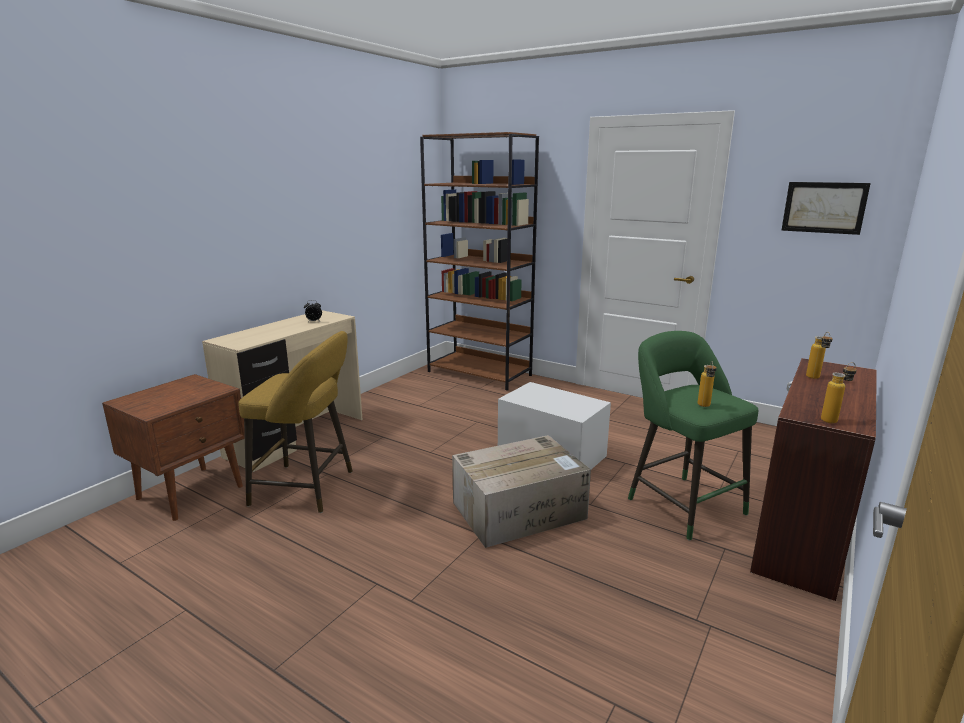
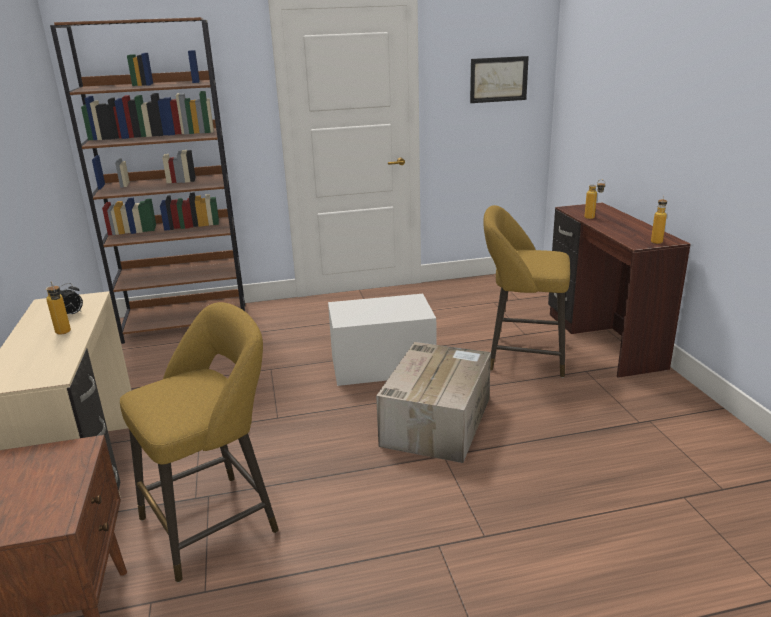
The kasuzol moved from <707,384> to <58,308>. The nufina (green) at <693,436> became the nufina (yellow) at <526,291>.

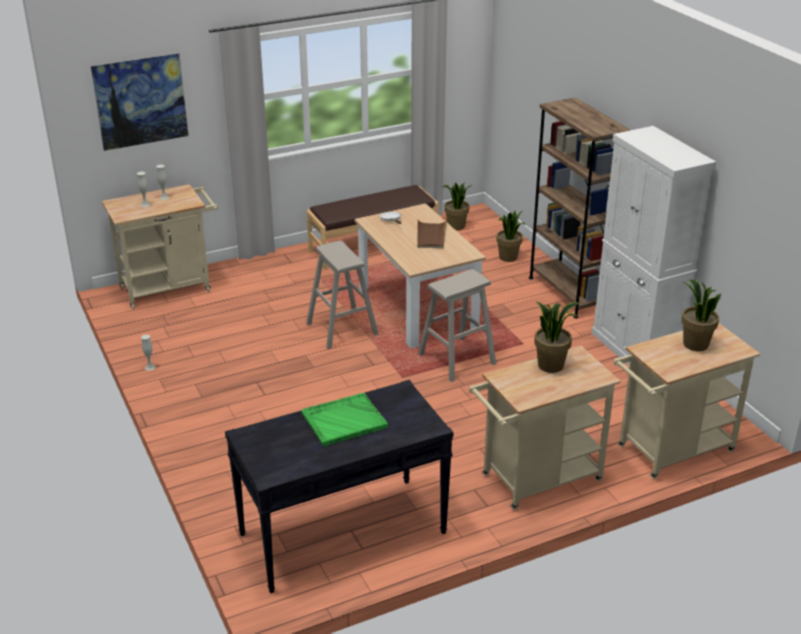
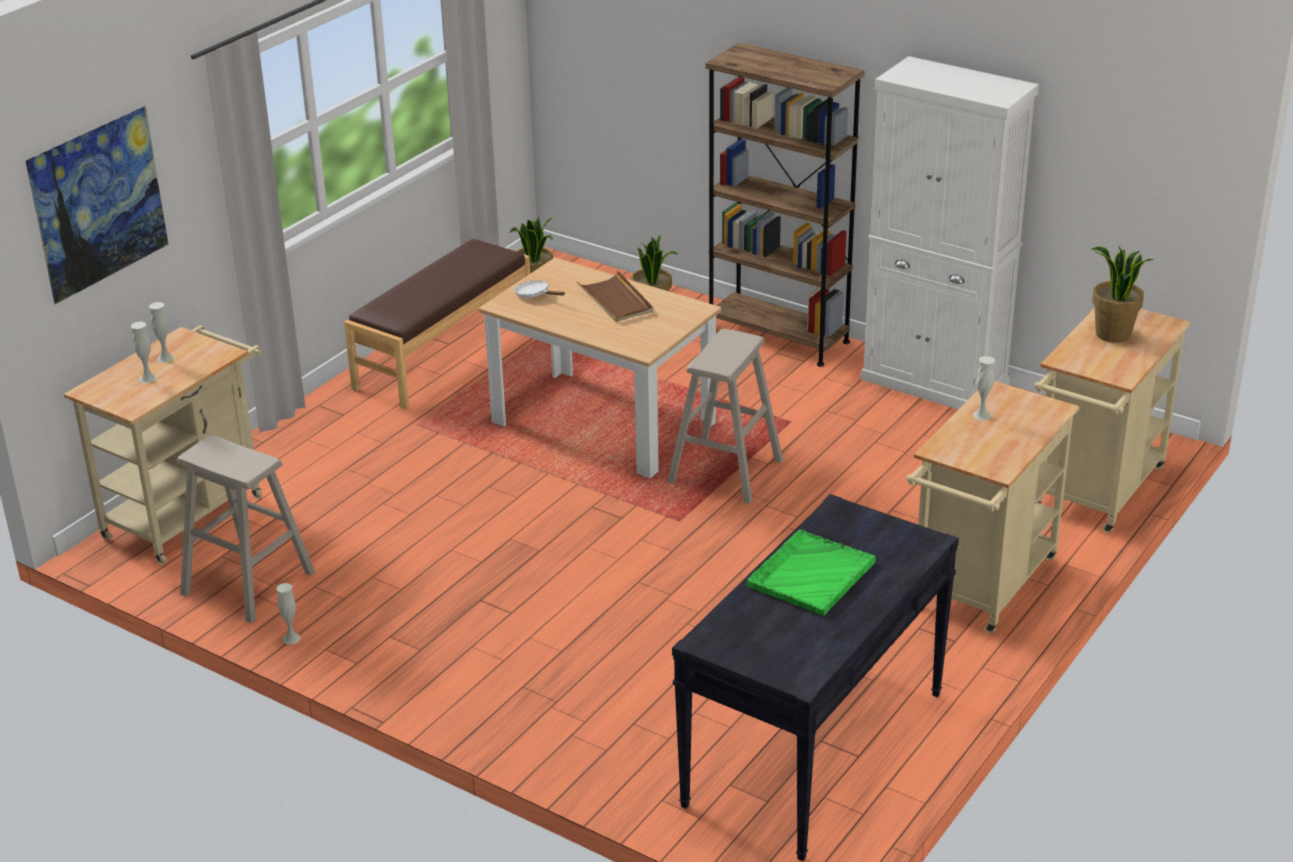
The nufina (beige) moved from <342,295> to <246,529>. The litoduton at <556,337> was replaced by the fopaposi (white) at <984,388>.

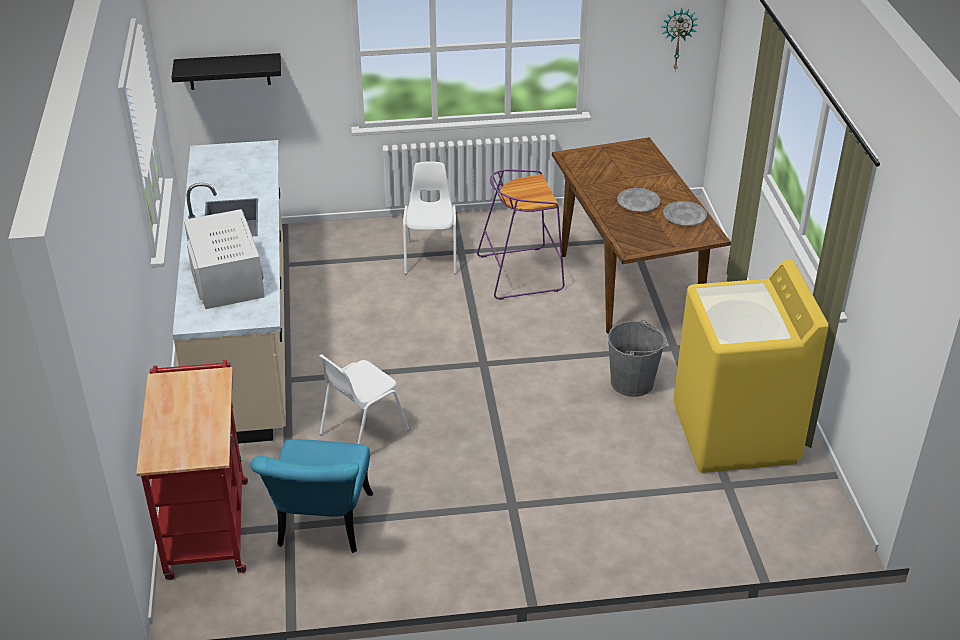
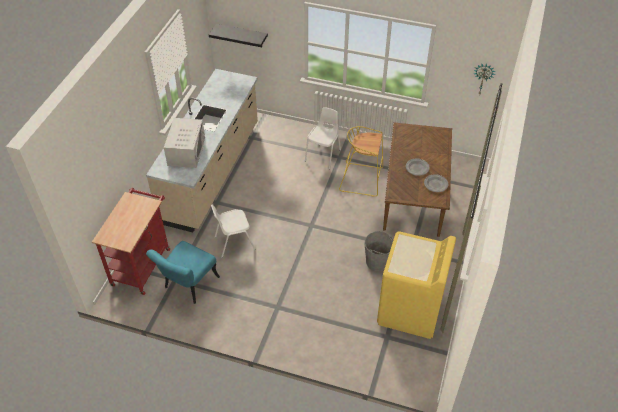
The nufina (purple) at <520,234> became the nufina (yellow) at <361,161>.

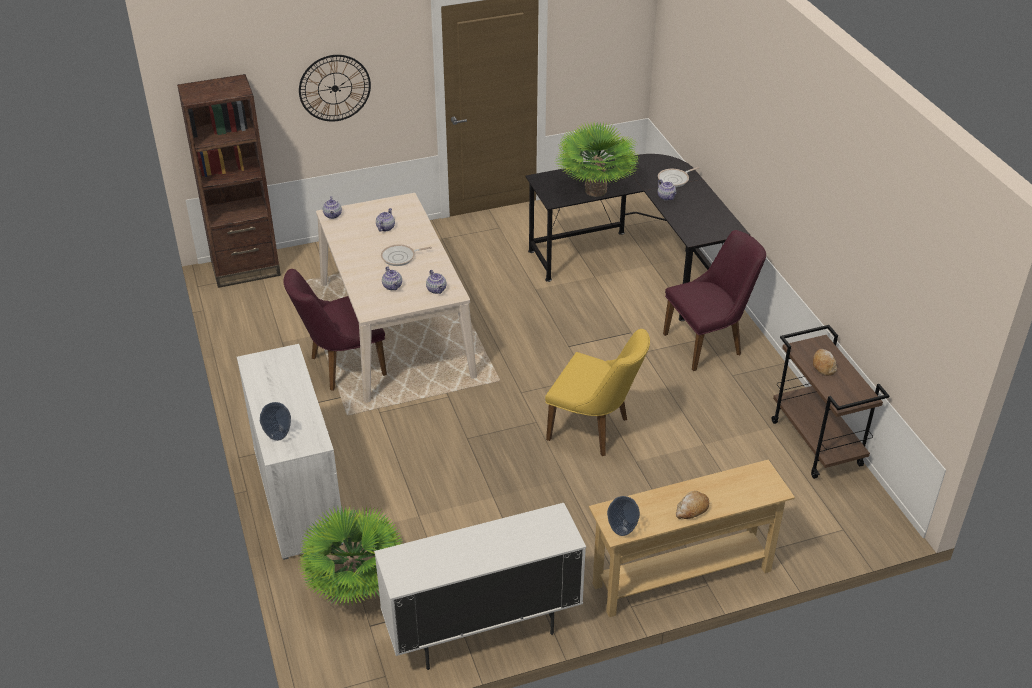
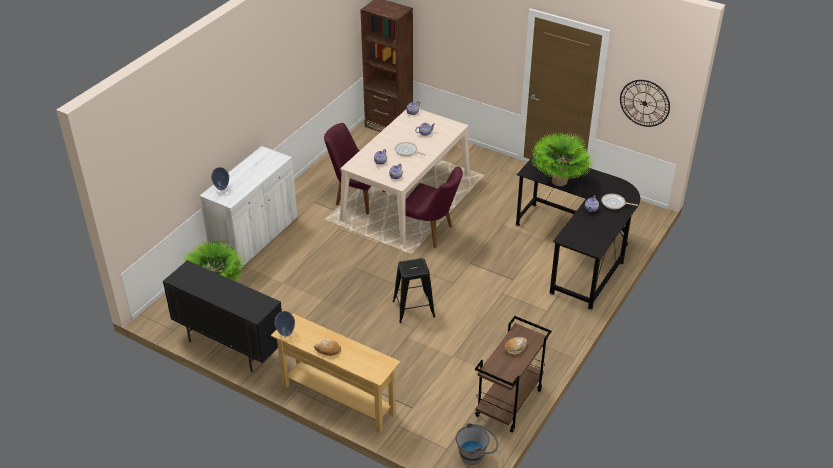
The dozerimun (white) at <480,586> became the dozerimun (black) at <222,316>. The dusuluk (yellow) at <597,392> was replaced by the nufina (black) at <413,290>. The dusuluk (purple) moved from <714,300> to <434,207>. The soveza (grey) at <477,444> appeared. The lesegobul moved from <335,88> to <645,103>.

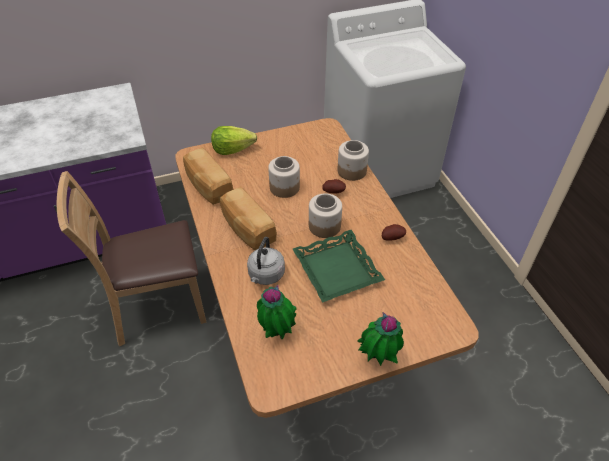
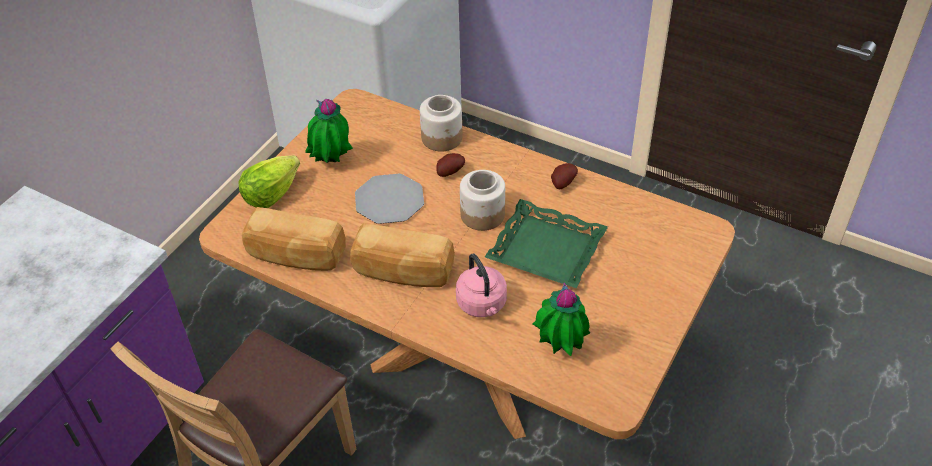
The litoduton moved from <381,339> to <329,131>. The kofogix at <284,177> was replaced by the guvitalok at <389,199>. The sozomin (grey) at <266,261> became the sozomin (pink) at <481,285>.

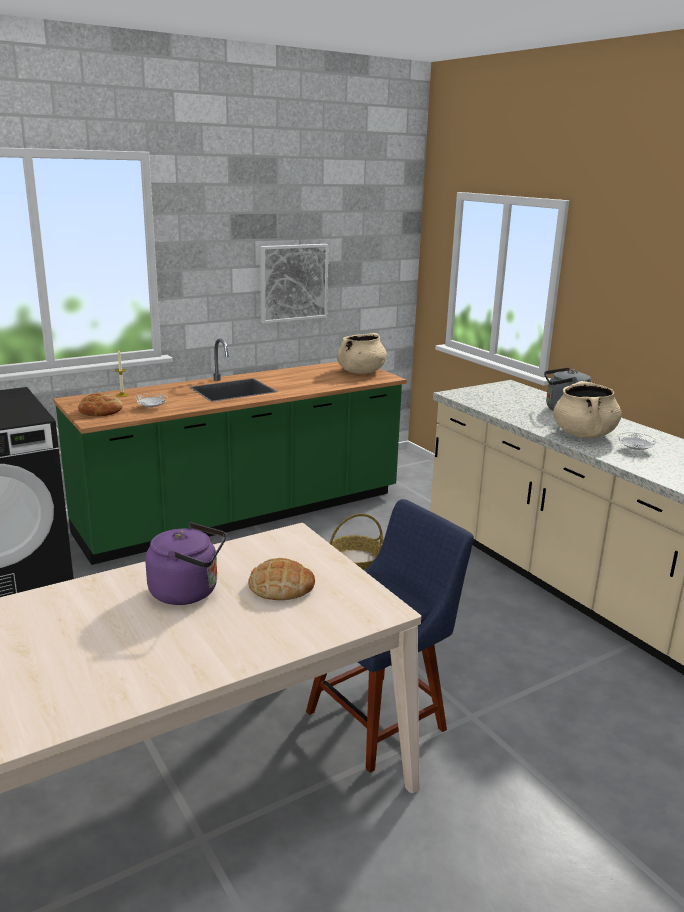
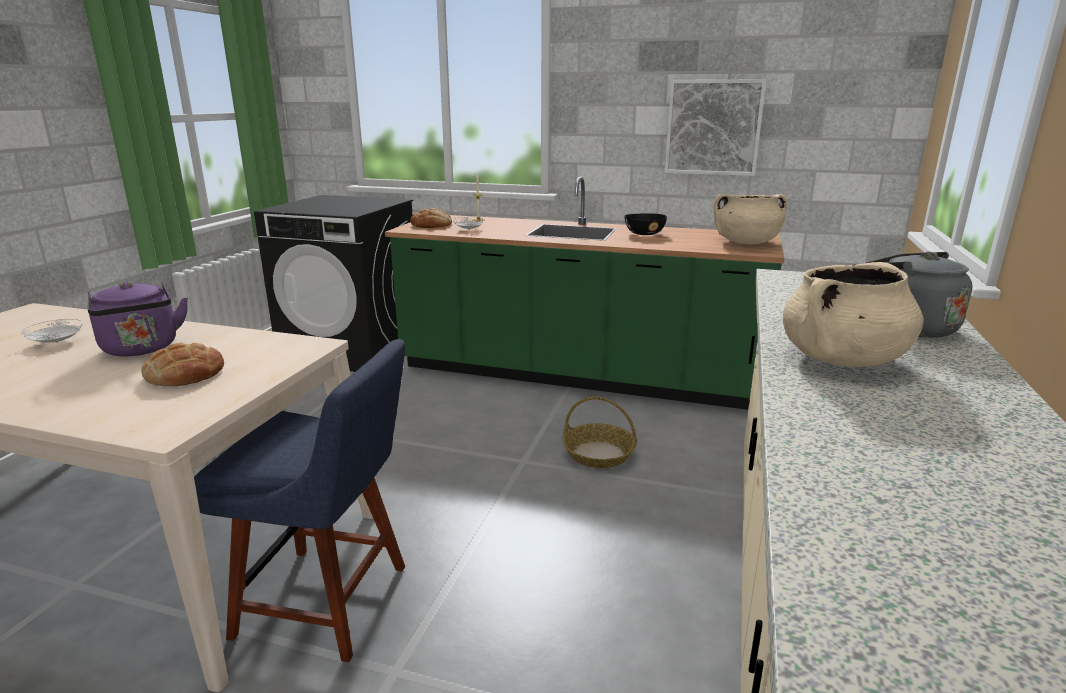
The guvitalok (white) moved from <637,441> to <52,331>. The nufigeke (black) at <645,224> appeared.

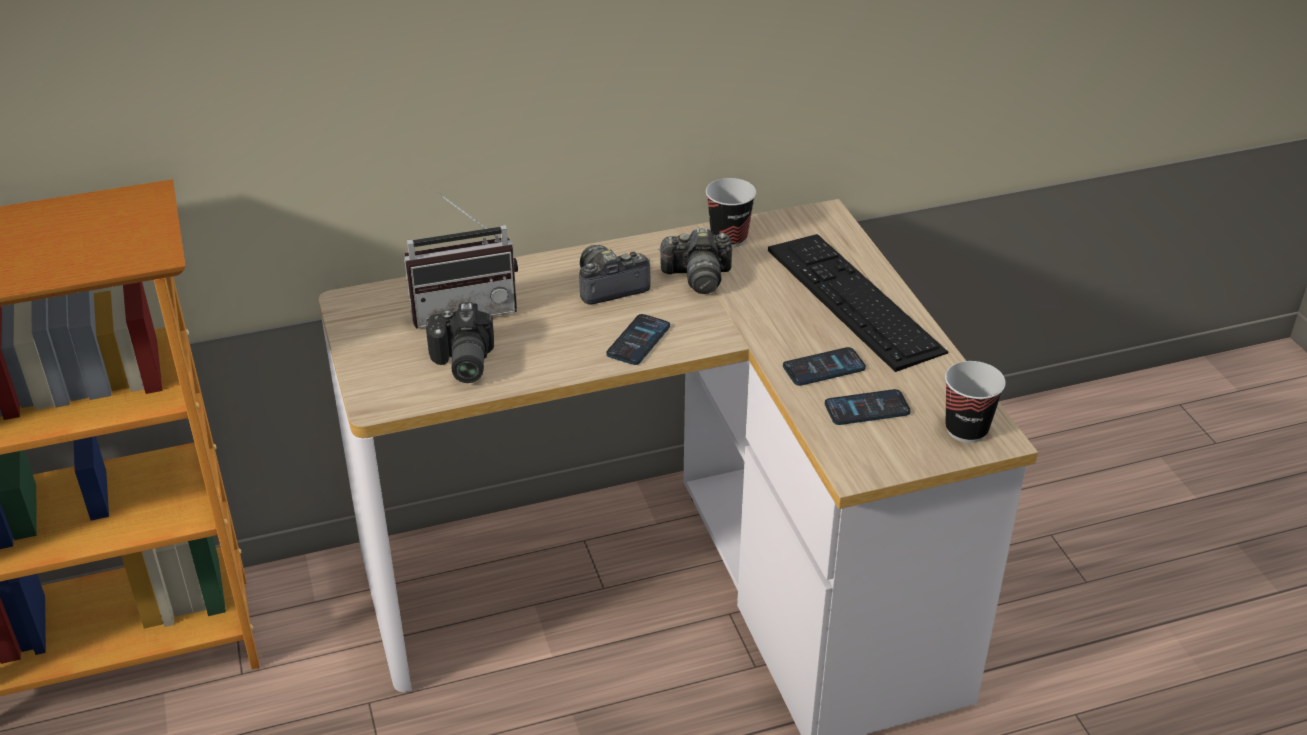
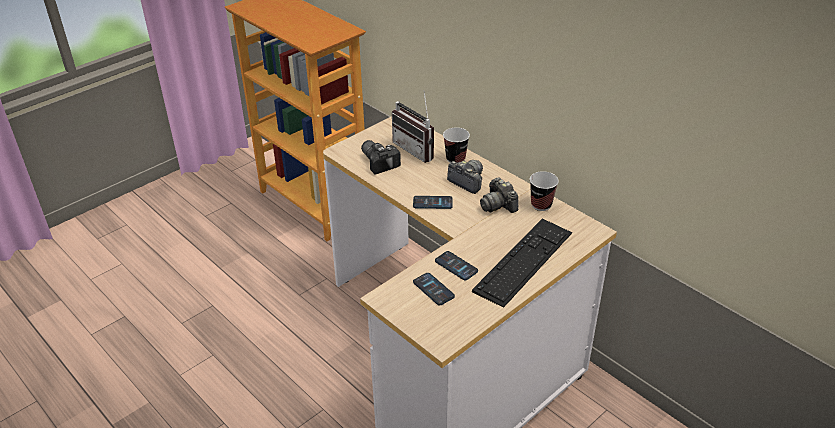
The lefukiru at <460,342> turned 90 degrees clockwise. The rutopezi moved from <975,402> to <456,146>.

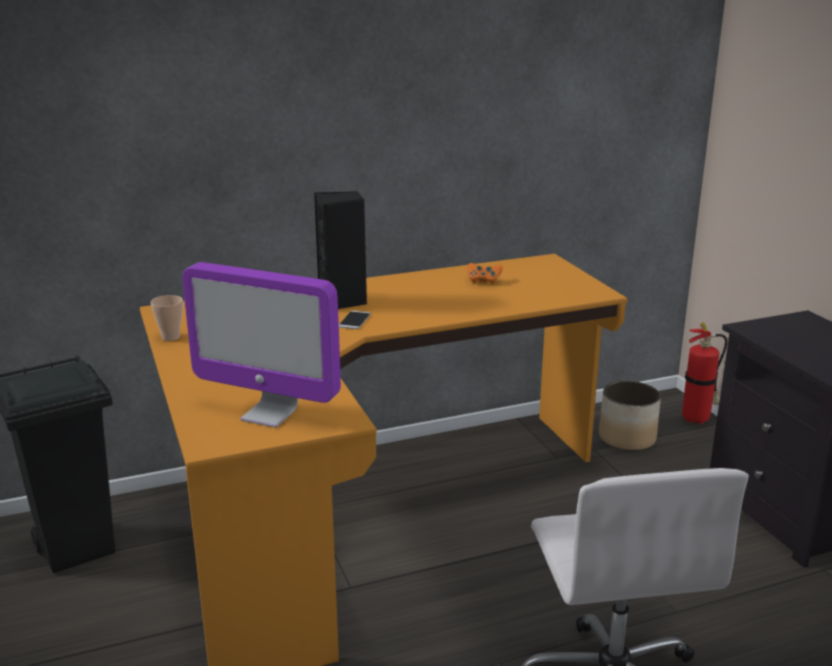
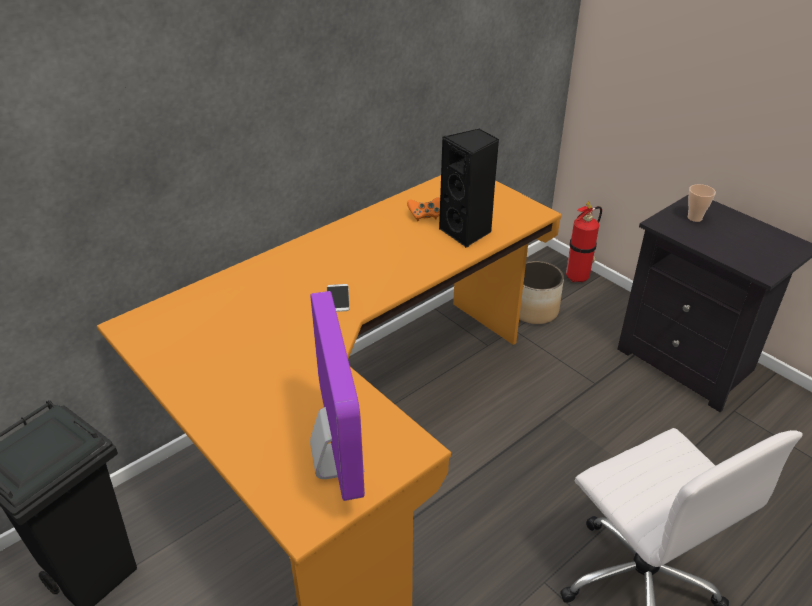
The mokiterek at <261,345> turned 105 degrees counterclockwise. The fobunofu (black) moved from <340,250> to <469,188>. The rutopezi moved from <167,318> to <702,203>.

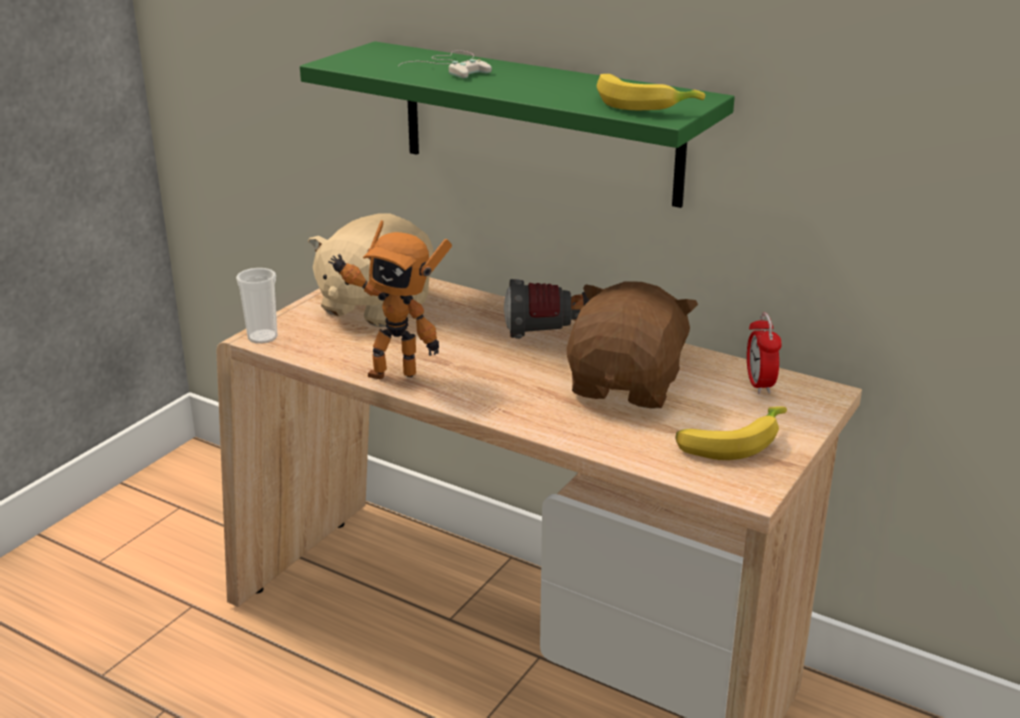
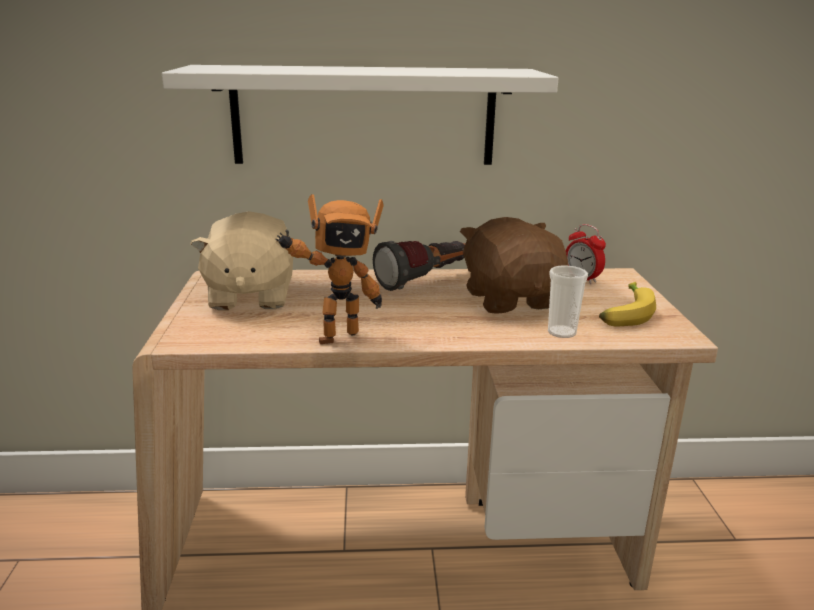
The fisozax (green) at <517,124> became the fisozax (white) at <360,115>. The rutopezi moved from <257,306> to <568,301>. The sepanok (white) at <445,64> disappeared. The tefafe at <651,92> disappeared.

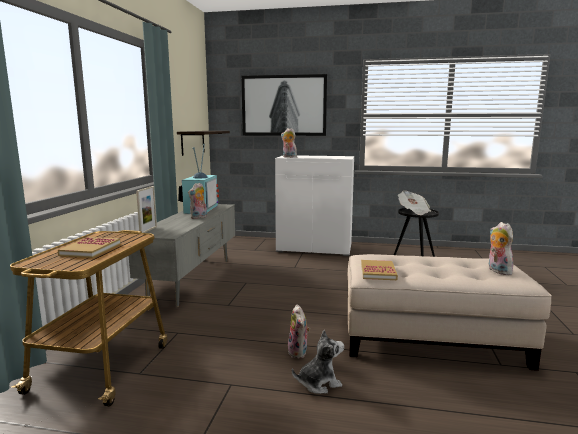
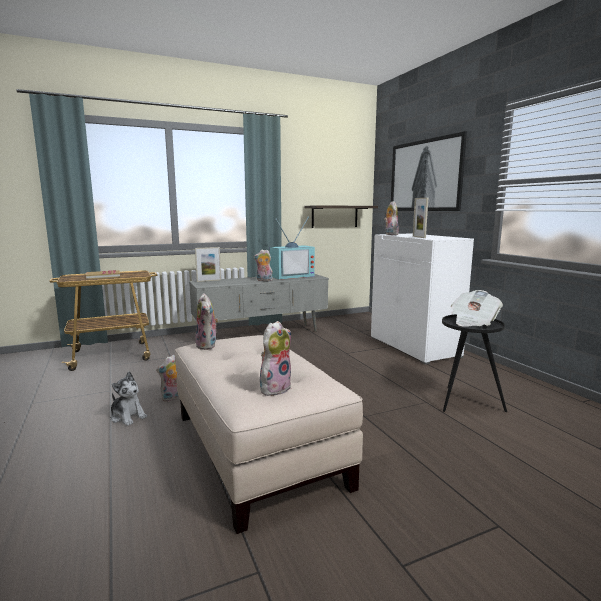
The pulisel at <379,270> was replaced by the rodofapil at <207,321>. The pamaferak at <420,218> appeared.

